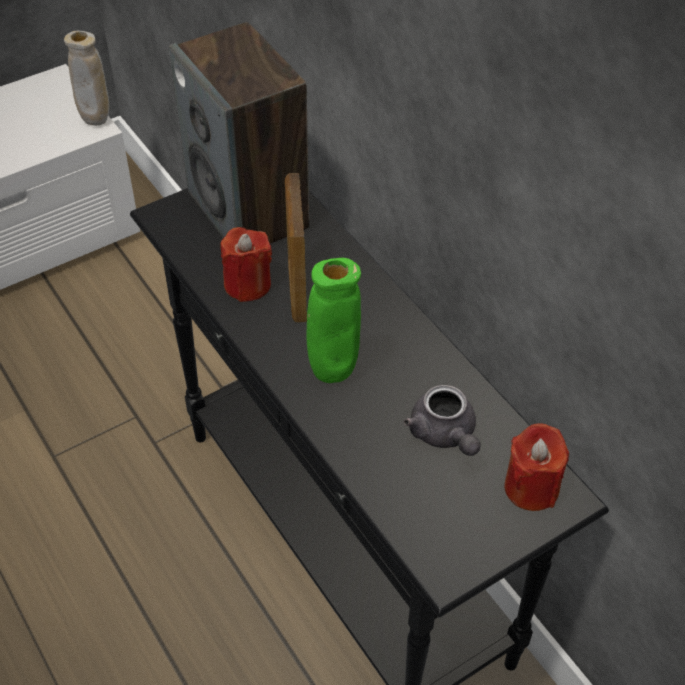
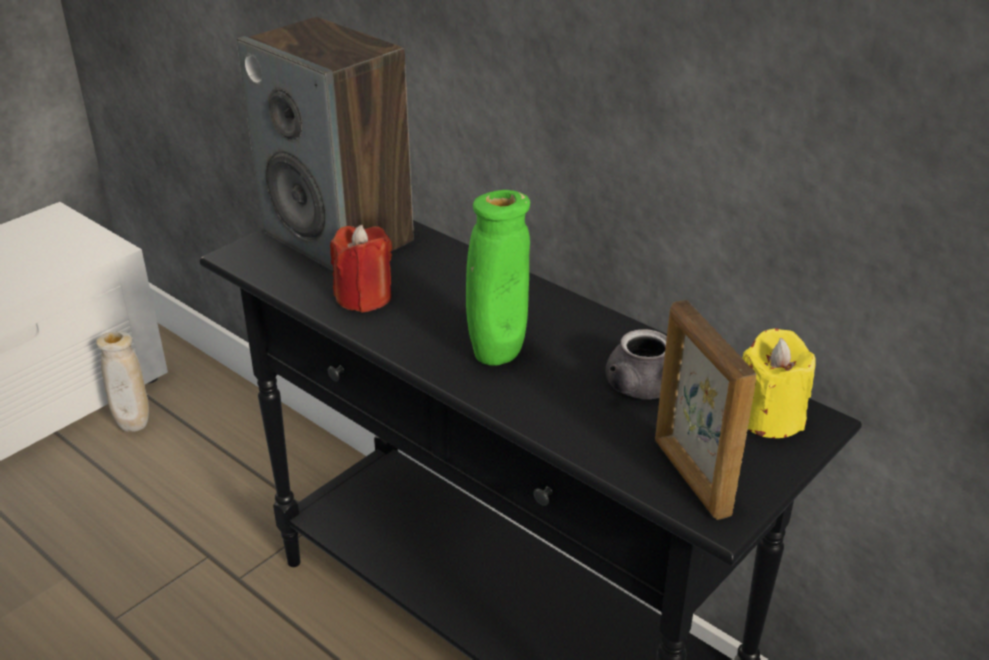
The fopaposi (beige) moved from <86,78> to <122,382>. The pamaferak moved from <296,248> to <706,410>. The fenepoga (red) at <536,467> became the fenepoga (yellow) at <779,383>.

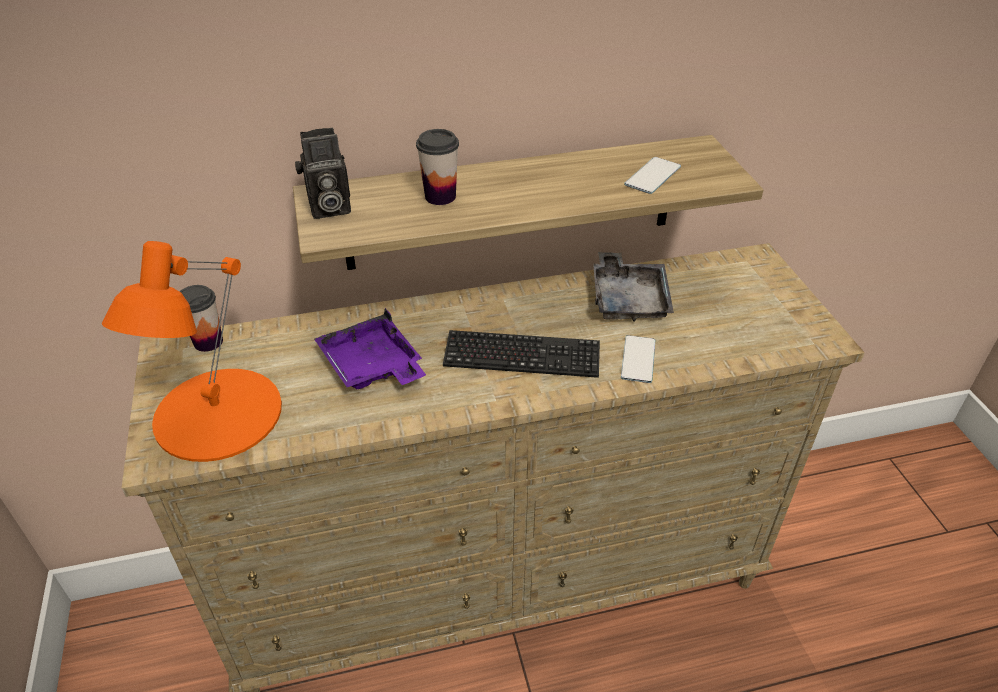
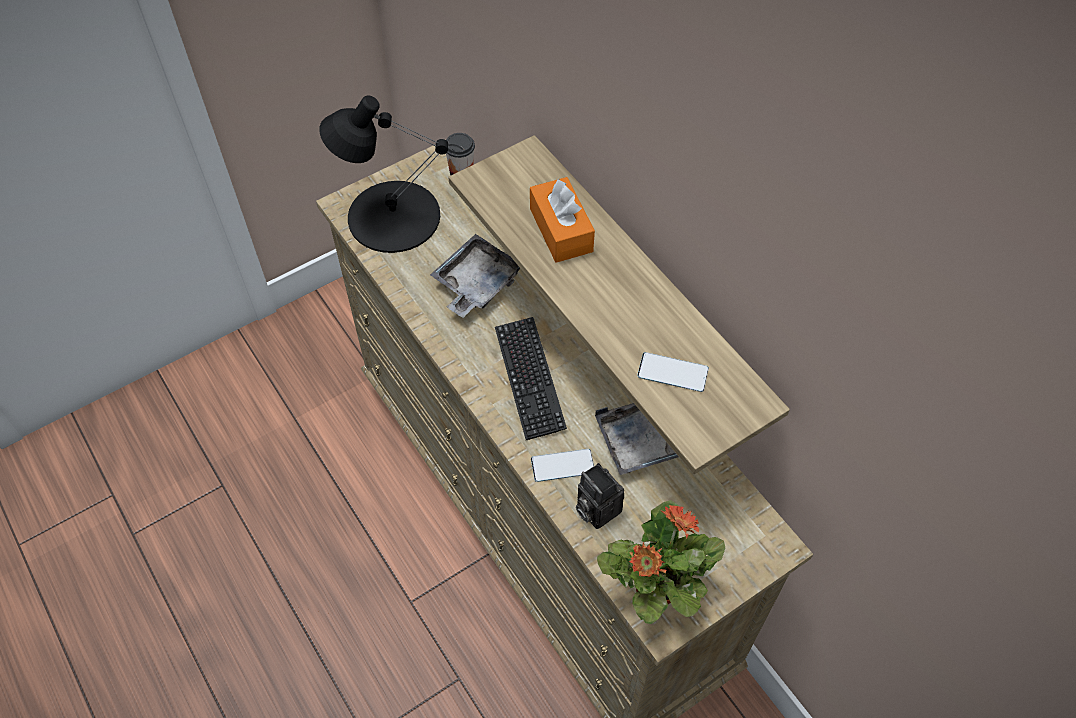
The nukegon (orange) at <192,351> became the nukegon (black) at <383,174>. The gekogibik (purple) at <370,348> became the gekogibik (grey) at <475,276>. The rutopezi at <437,167> was replaced by the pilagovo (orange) at <562,220>. The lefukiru moved from <323,173> to <600,496>. The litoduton at <661,562> appeared.

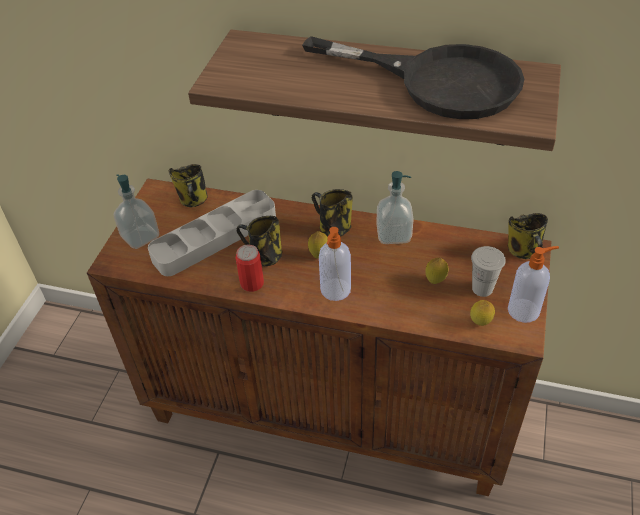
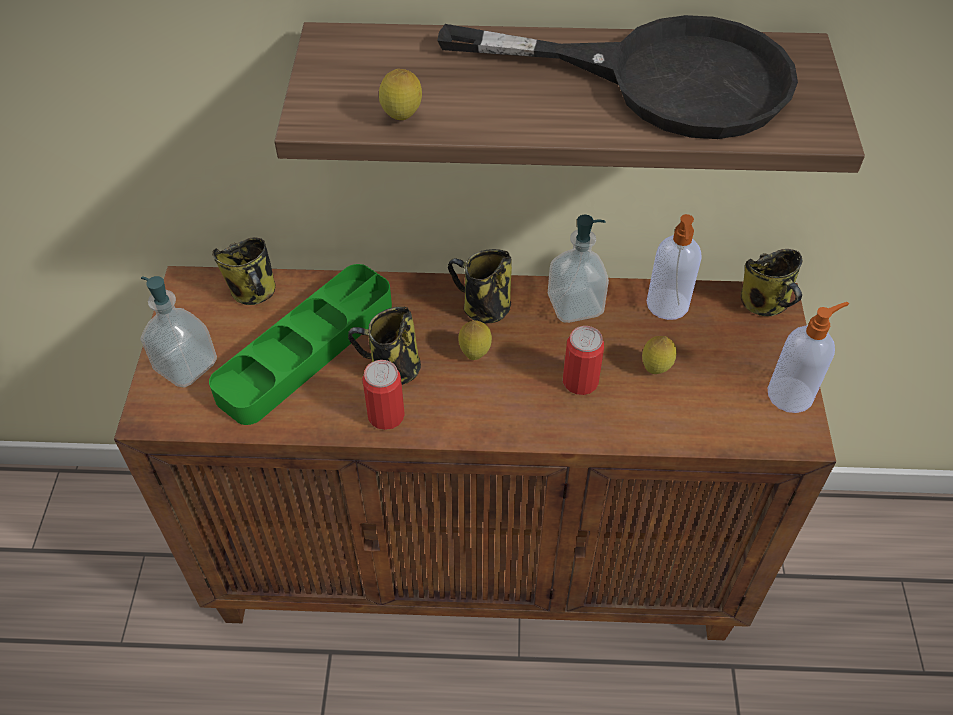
The gekogibik (grey) at <212,233> became the gekogibik (green) at <300,344>. The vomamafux moved from <482,313> to <400,94>. The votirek at <583,360> appeared. The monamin moved from <335,264> to <674,267>. The rutopezi (white) at <488,271> disappeared.

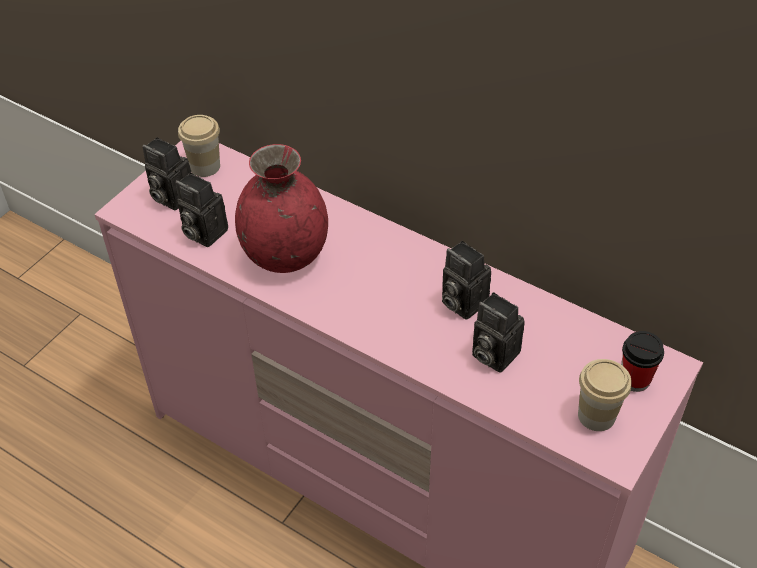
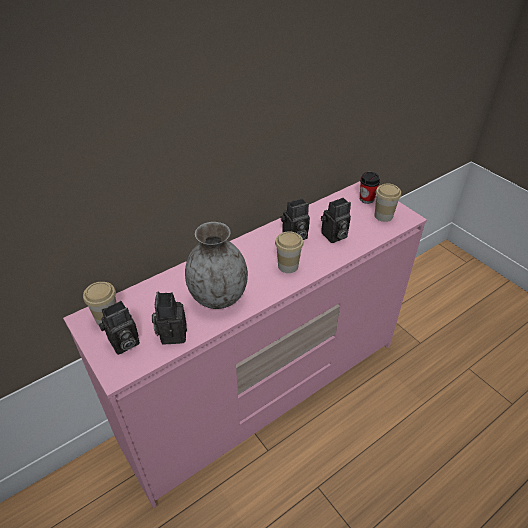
The lefukiru at <202,209> turned 120 degrees clockwise. The fopaposi (red) at <281,208> became the fopaposi (grey) at <216,265>. The rutopezi at <289,252> appeared.

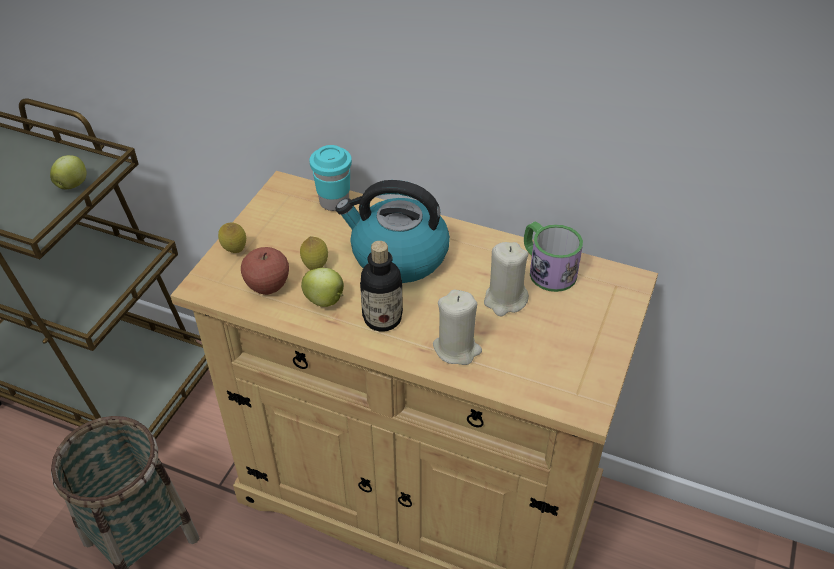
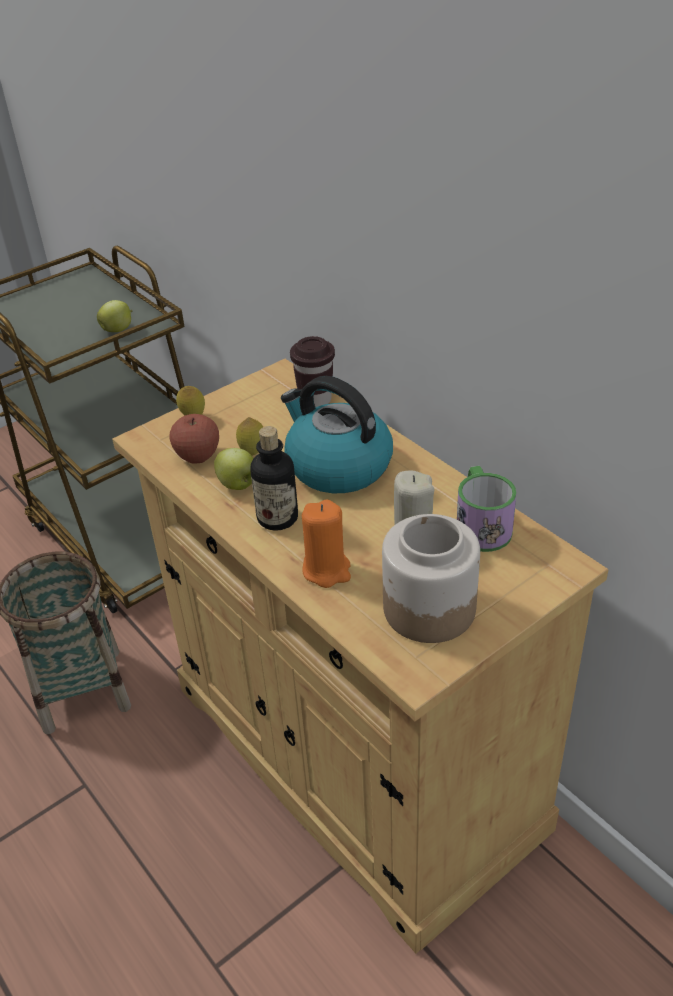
The rutopezi (turquoise) at <330,178> became the rutopezi (brown) at <312,371>. The fenepoga (beige) at <457,327> became the fenepoga (orange) at <326,543>. The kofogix at <431,578> appeared.

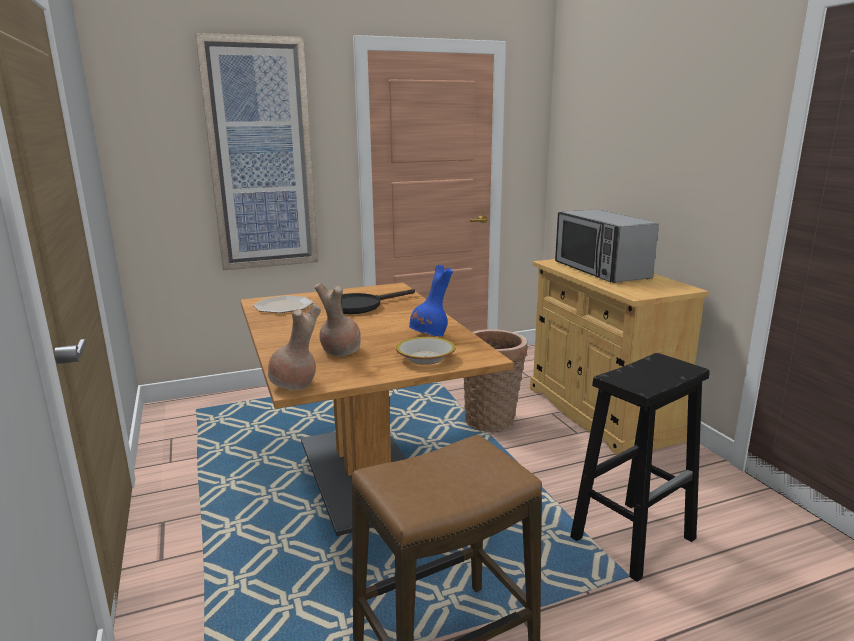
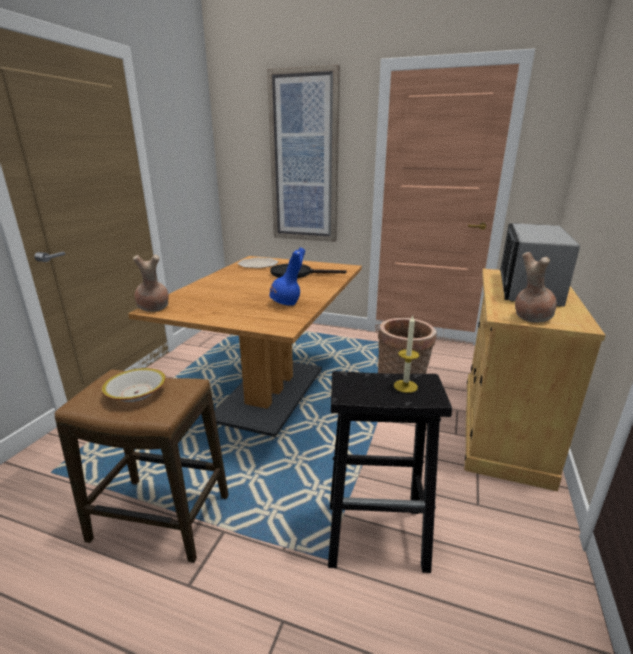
The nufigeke moved from <426,351> to <134,385>. The fenepoga at <407,354> appeared. The fopaposi (brown) moved from <337,319> to <536,287>.

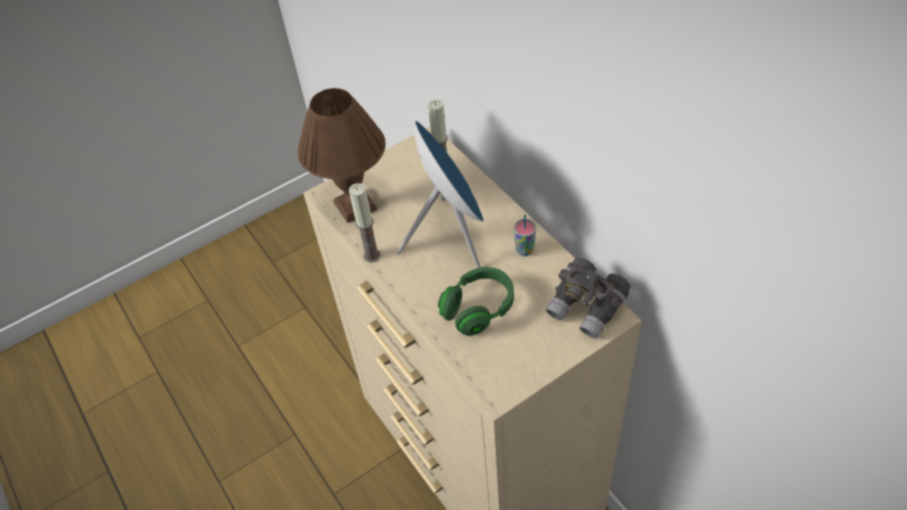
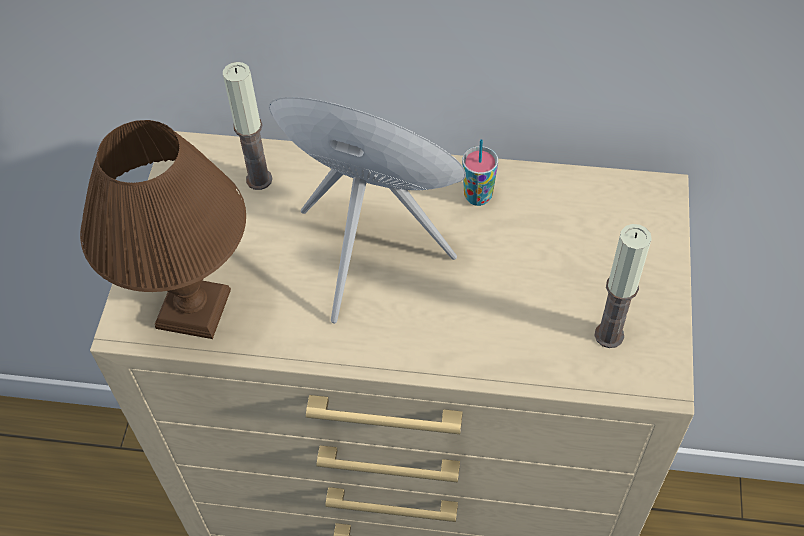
The fenepoga moved from <364,223> to <623,286>. The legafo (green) at <476,301> disappeared. The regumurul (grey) at <588,298> disappeared.

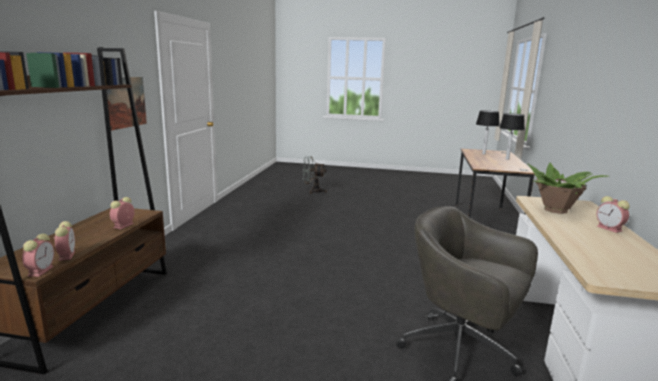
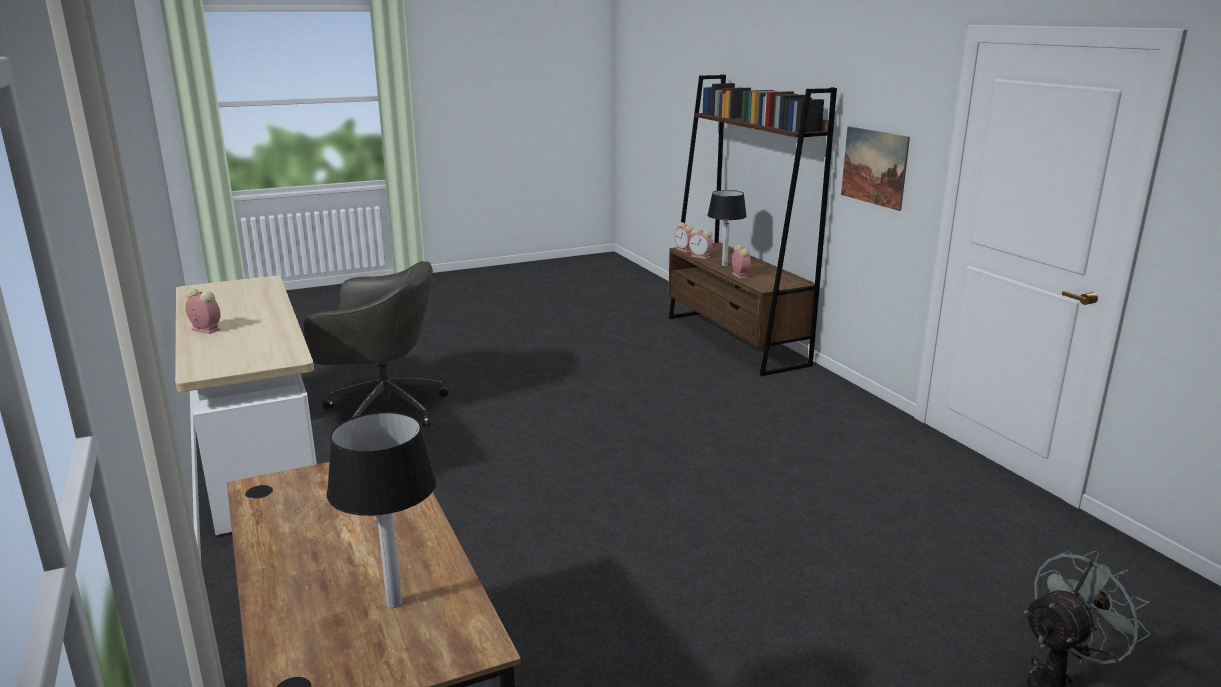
The nukegon moved from <512,136> to <727,228>. The litoduton at <568,188> disappeared.

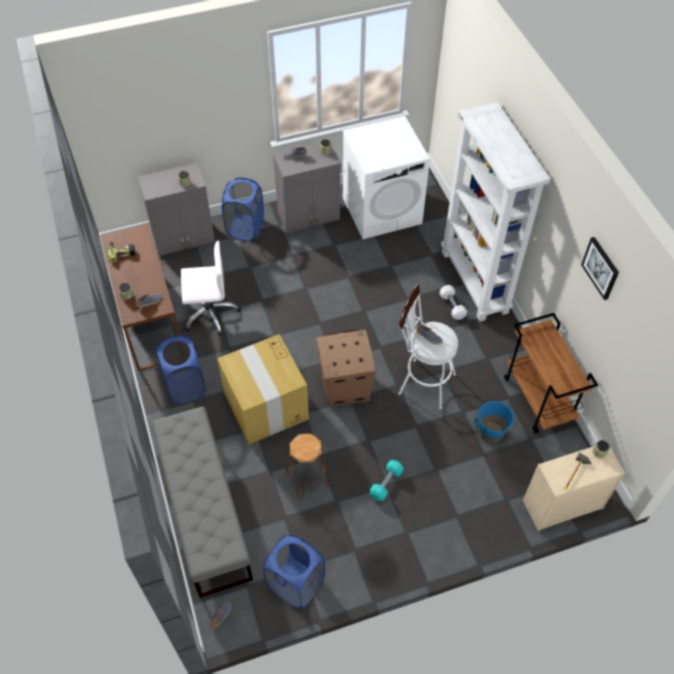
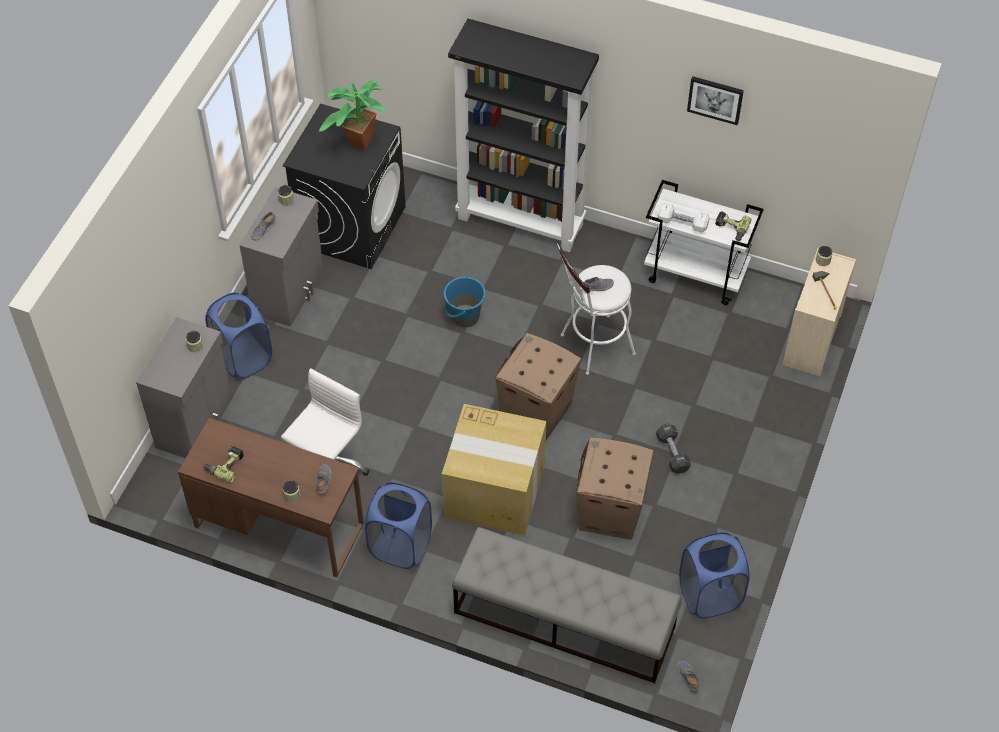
The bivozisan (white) at <386,177> became the bivozisan (black) at <344,186>. The litoduton at <352,114> appeared. The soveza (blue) moved from <494,422> to <465,301>. The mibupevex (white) at <496,211> became the mibupevex (black) at <523,135>. The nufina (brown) at <308,467> was replaced by the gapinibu at <615,489>. The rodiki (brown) at <551,373> became the rodiki (white) at <704,242>. The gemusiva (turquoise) at <387,480> became the gemusiva (black) at <673,449>. The gemusiva (white) moved from <453,302> to <683,218>. The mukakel at <733,226> appeared.

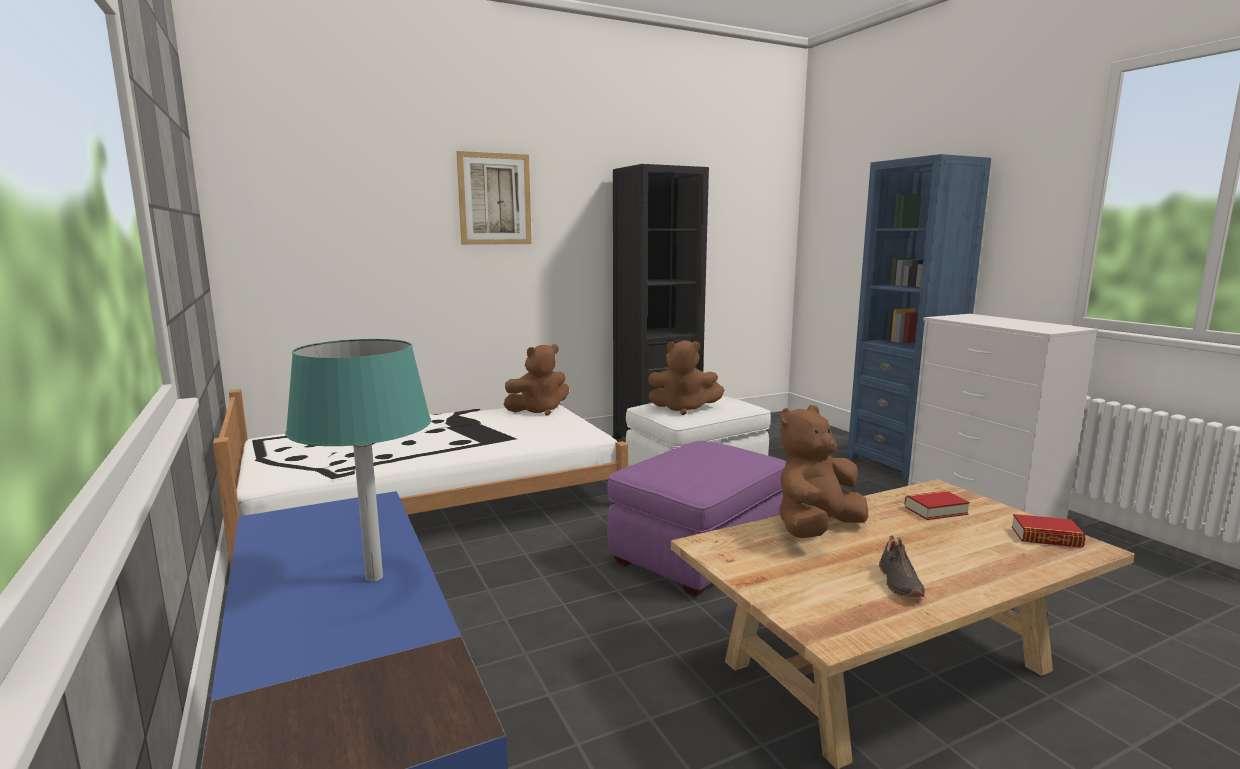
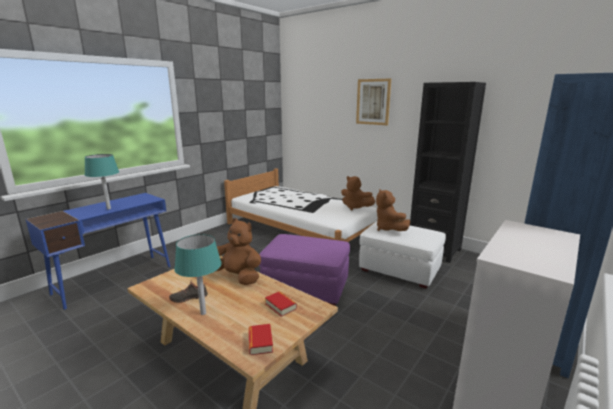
The nukegon (turquoise) at <198,274> appeared.

